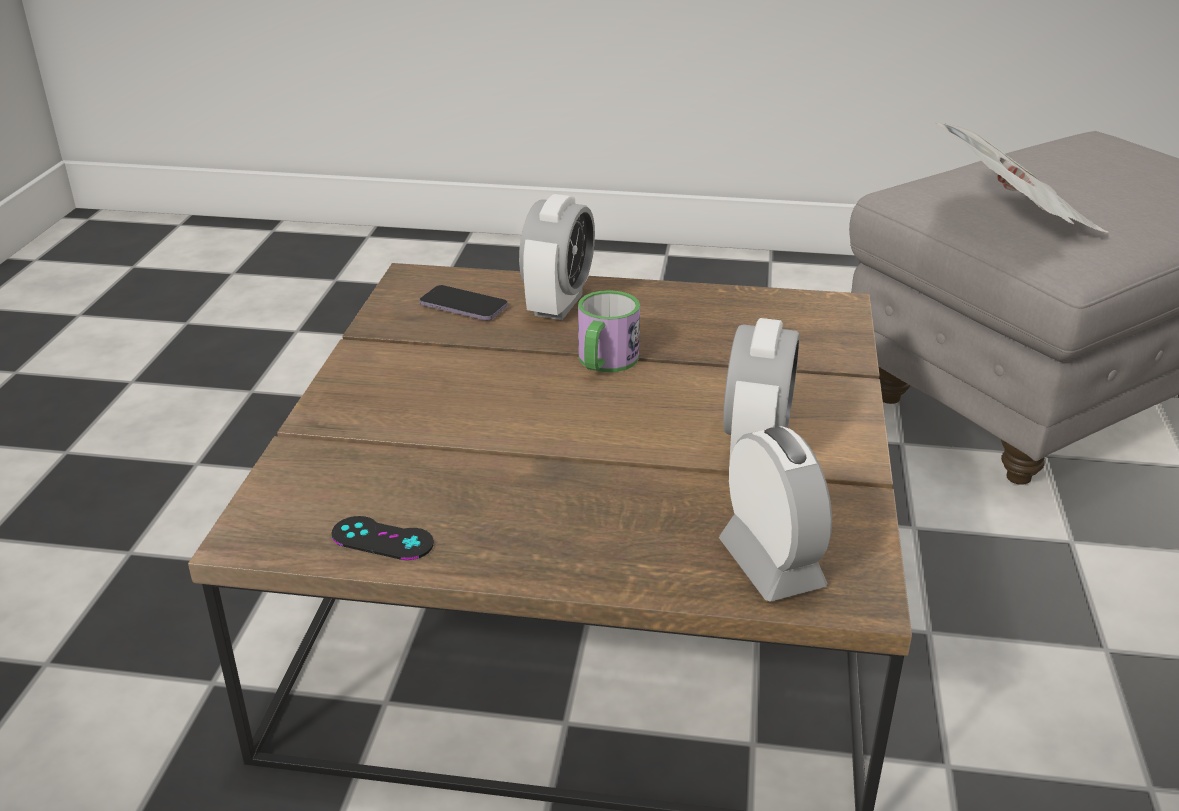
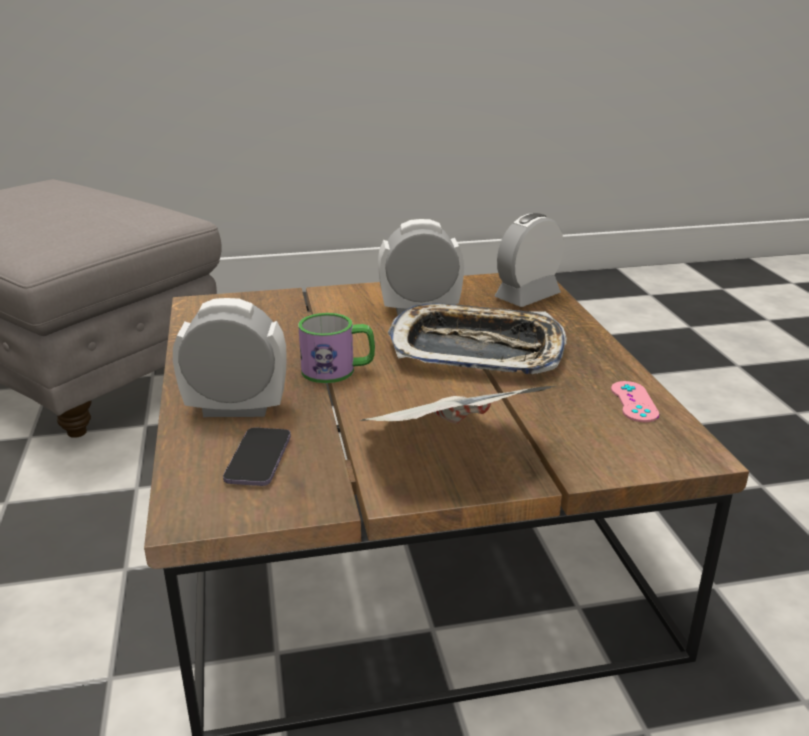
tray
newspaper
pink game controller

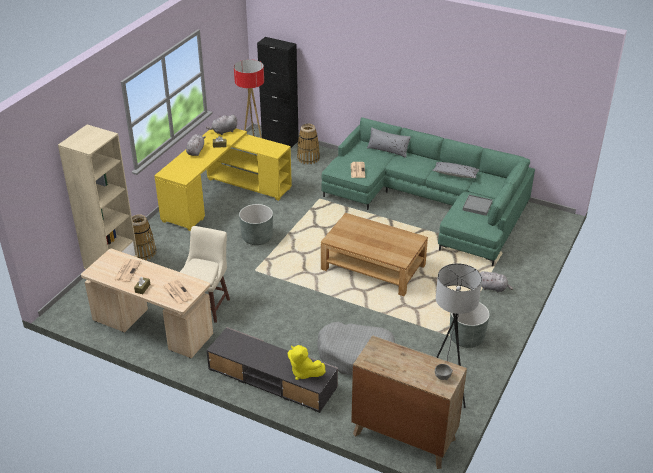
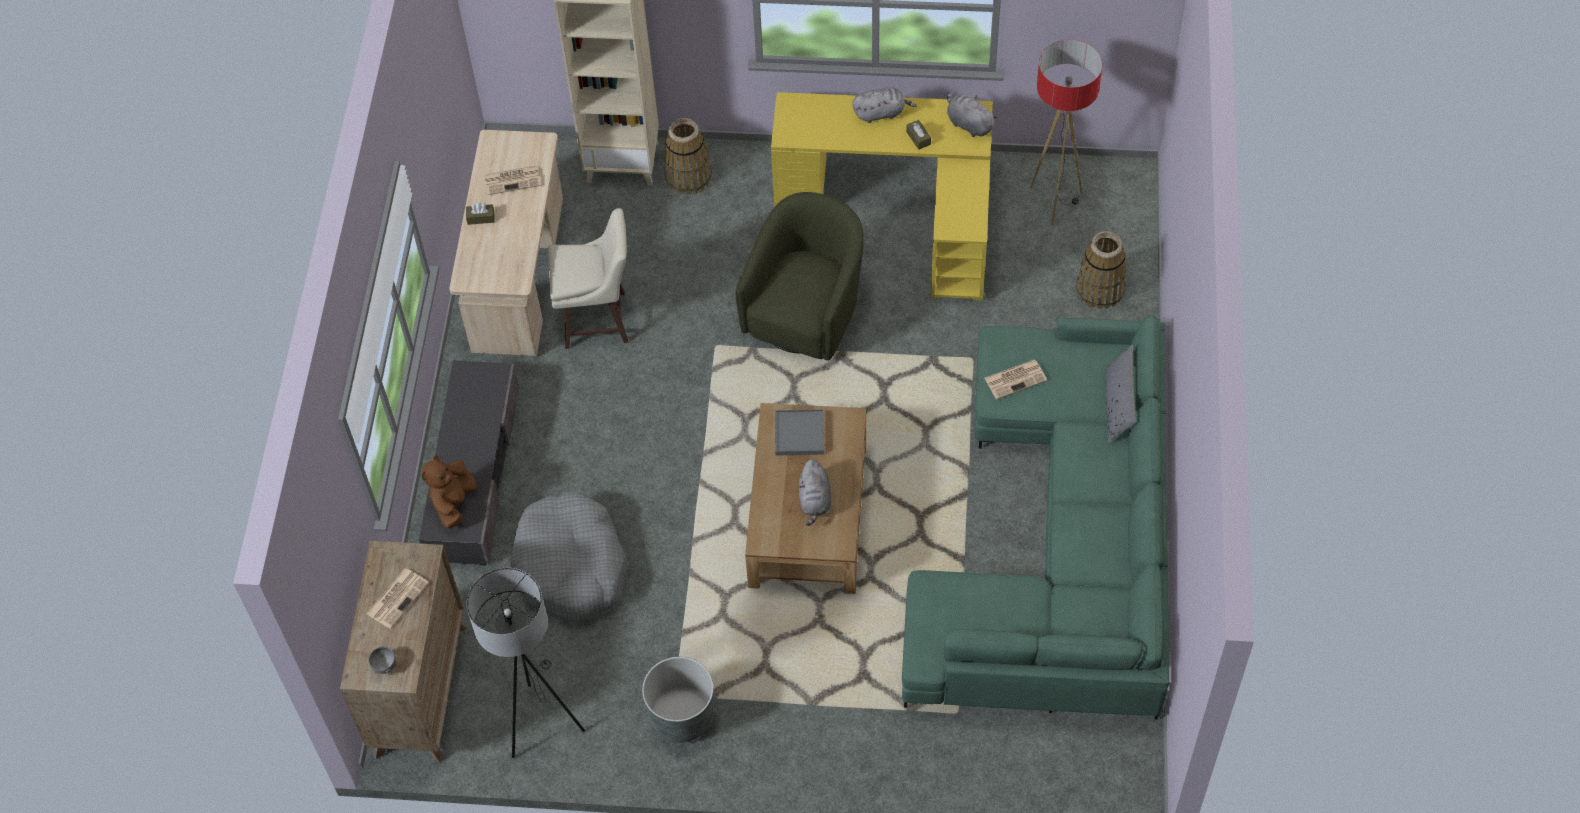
black cabinet
grey pillow (no. 2 from left in the first image)
newspaper (no. 1 from left)
grey tray
grey plush toy (no. 1 from left)
green armchair
brown plush toy

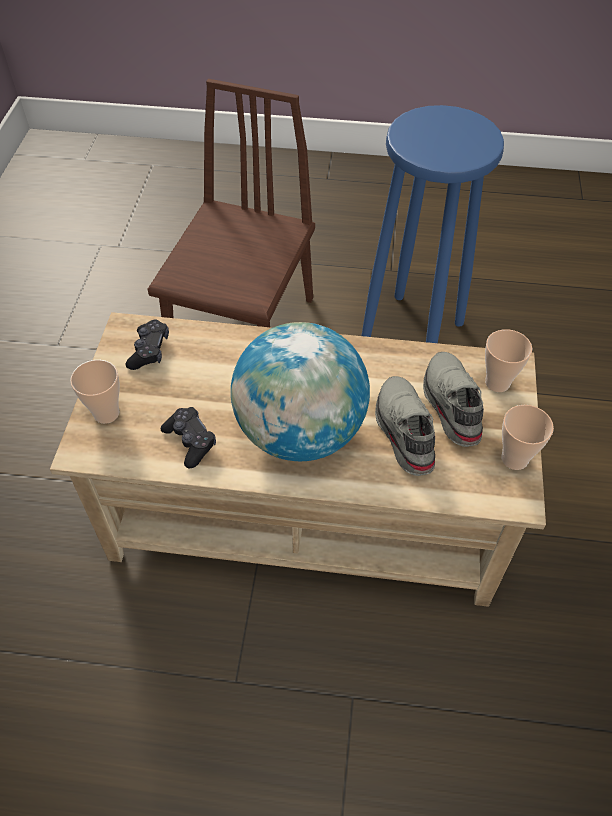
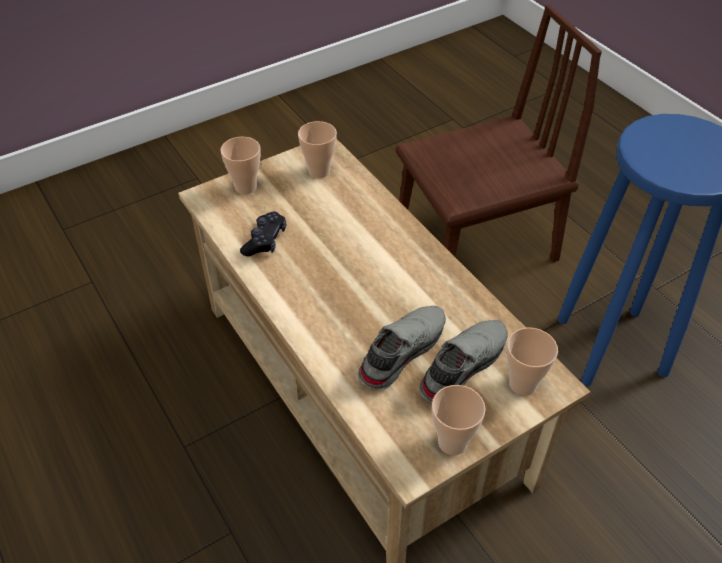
globe
cup (no. 2 from left)

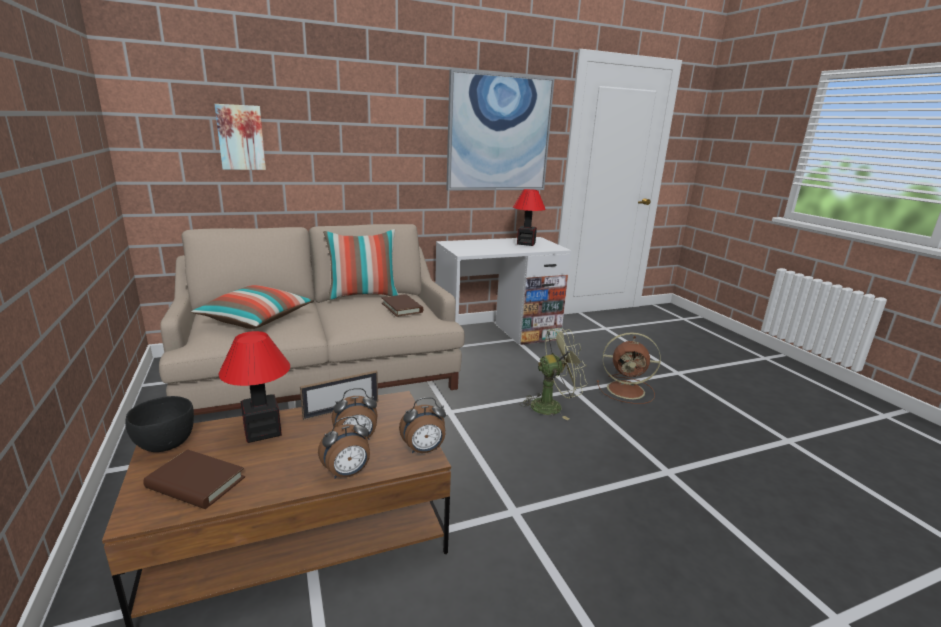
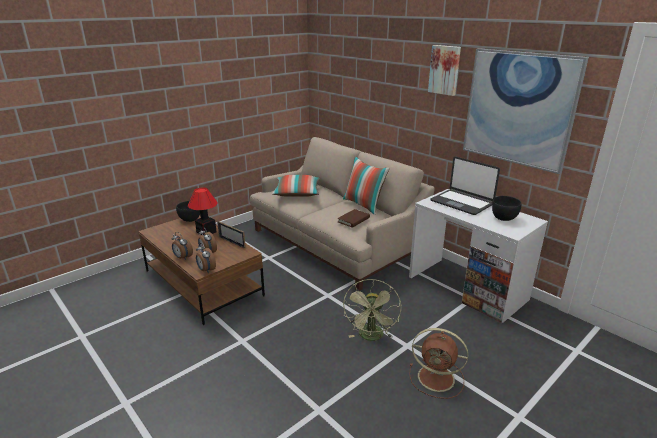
brown book (no. 1 from left in the first image)
laptop
picture (no. 1 from left)
black bowl (no. 2 from left)
green fan
brown fan

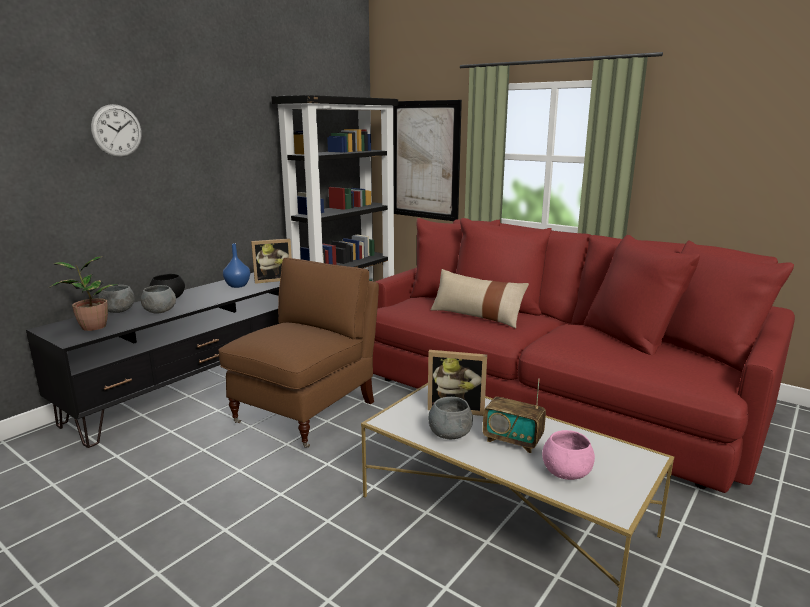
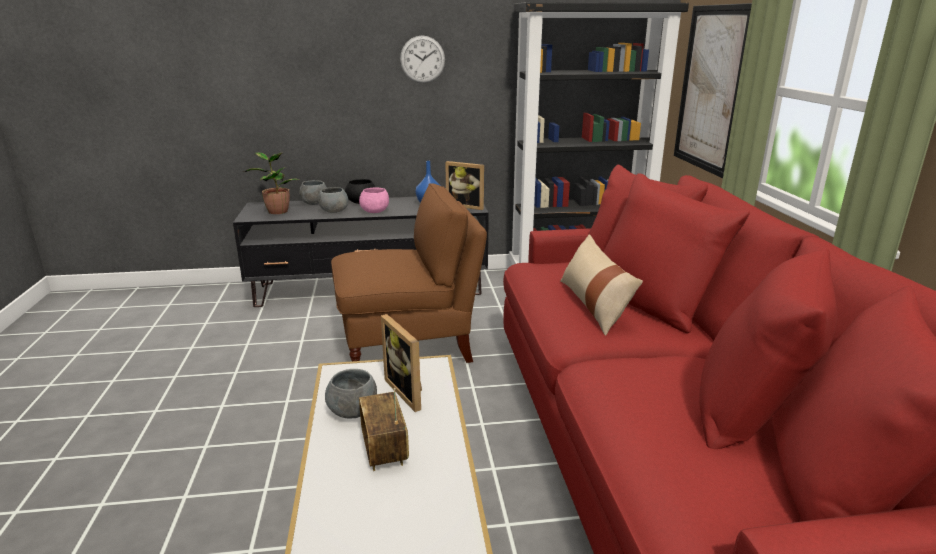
wall clock
pink bowl

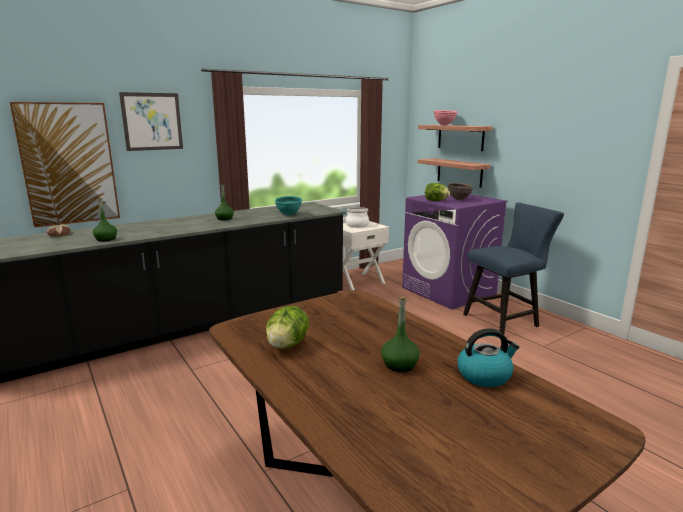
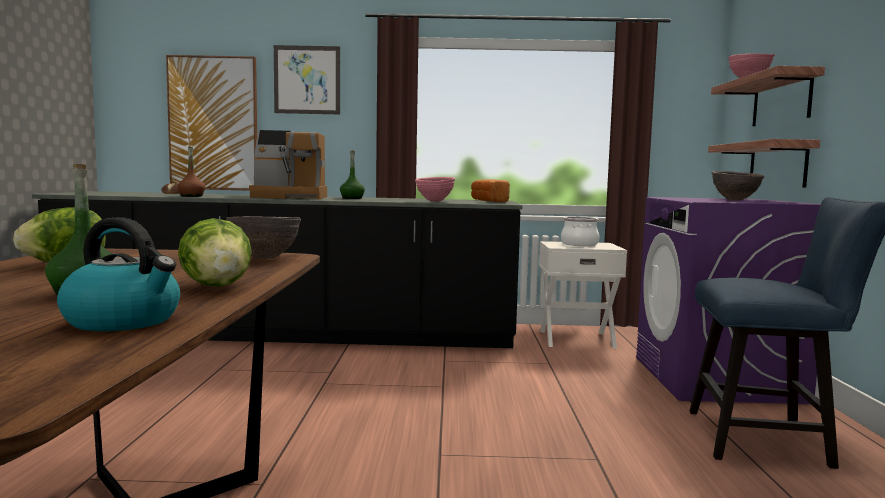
brown bowl (no. 1 from left)
coffee machine
bread (no. 2 from left)
lettuce (no. 2 from left)
brown bottle
pink bowl (no. 1 from left)

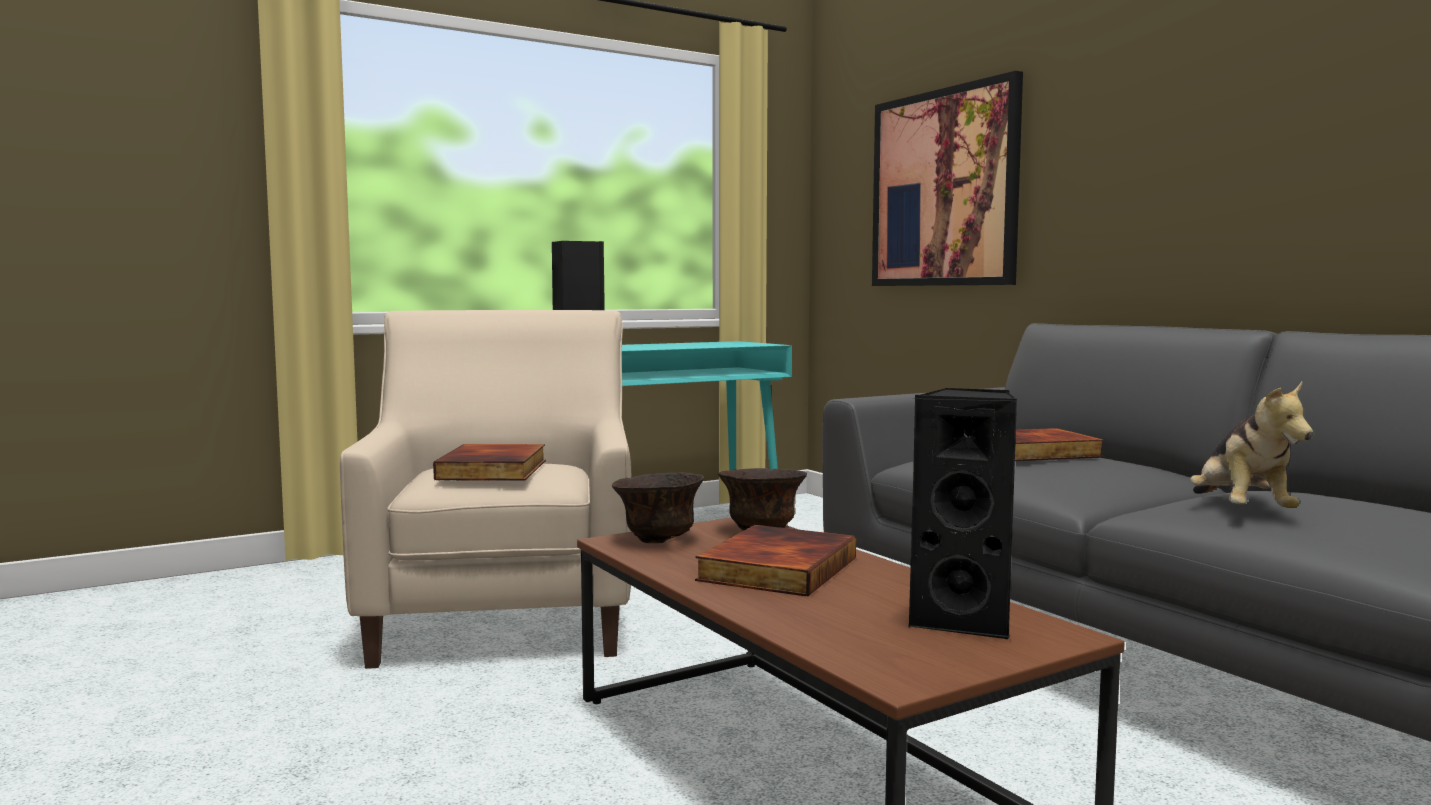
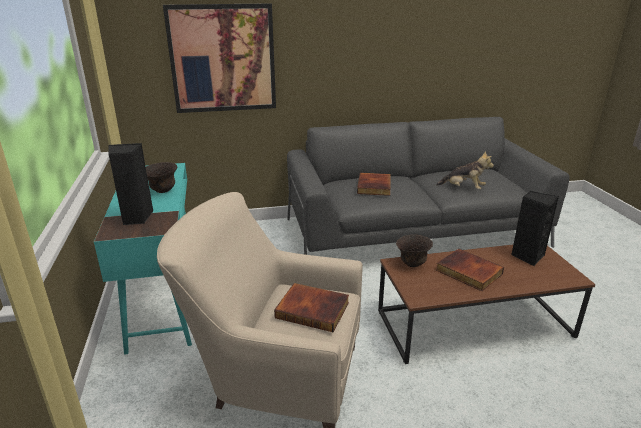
brown bowl (no. 1 from left)

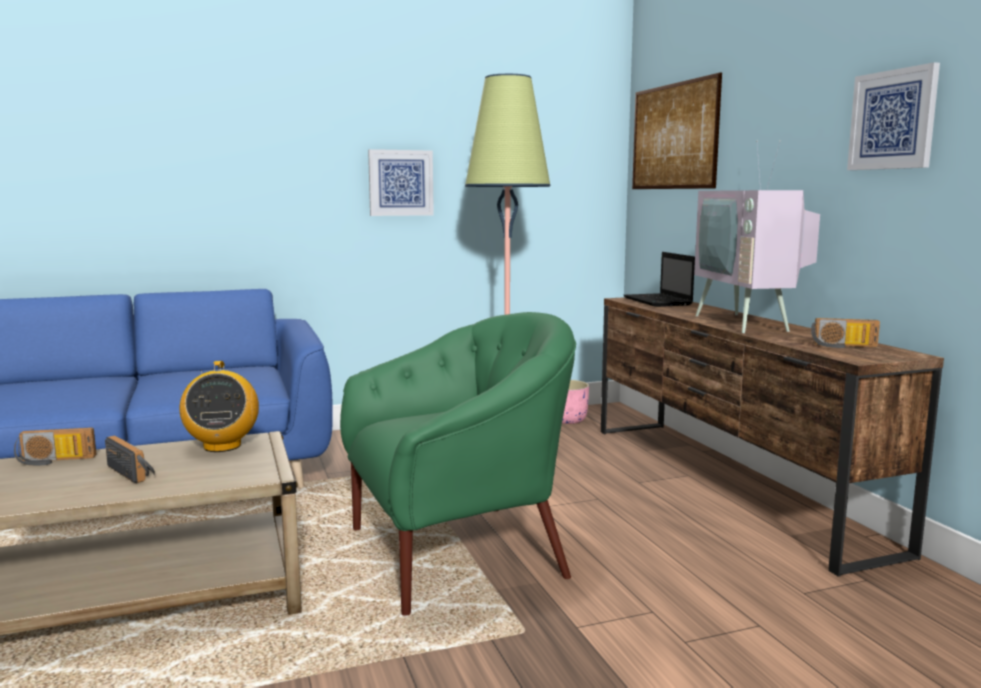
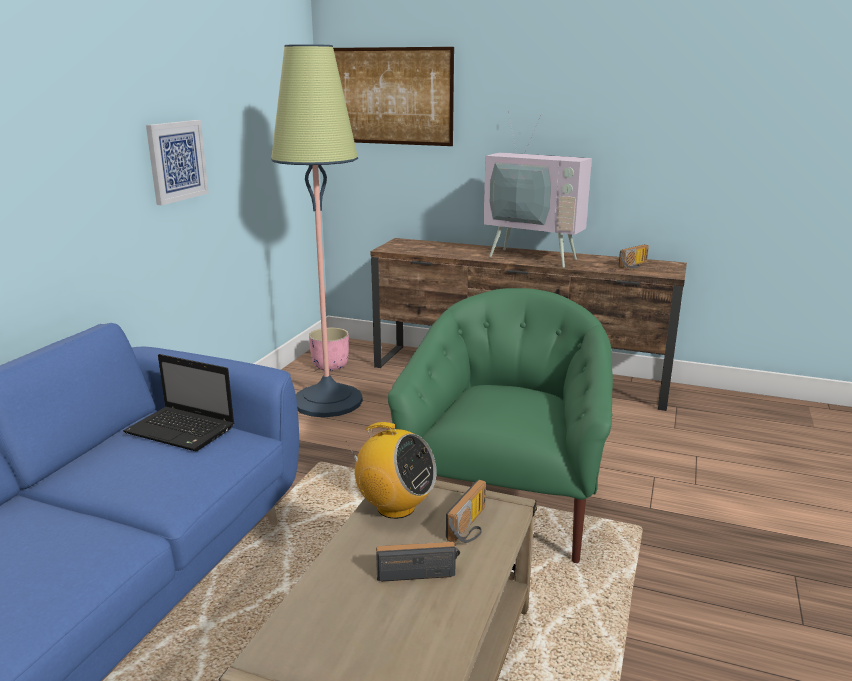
picture (no. 3 from left in the first image)
radio (no. 3 from left)
laptop

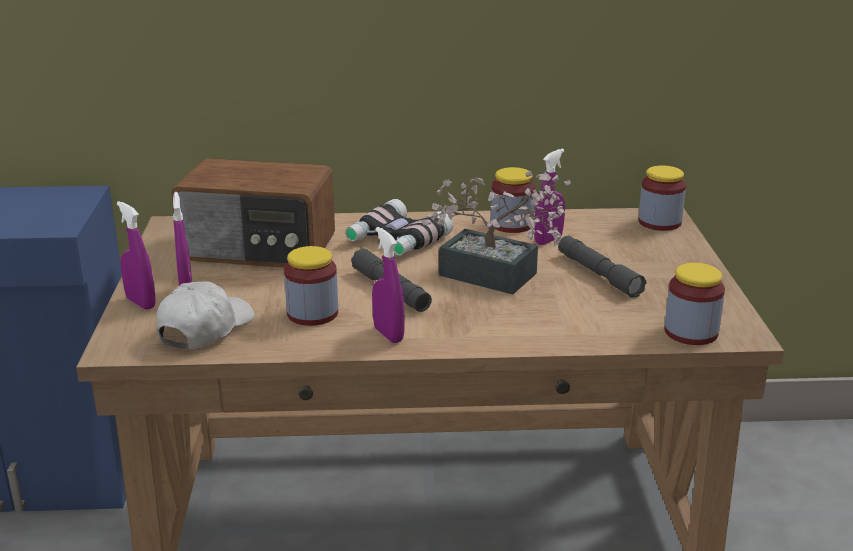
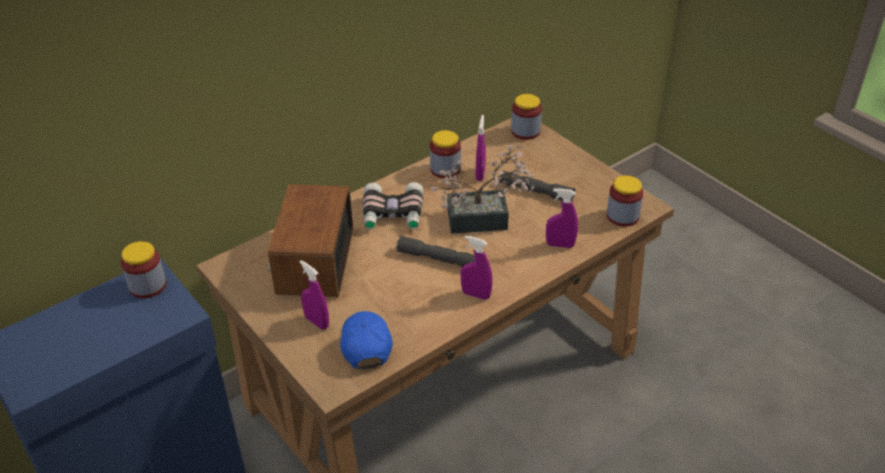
purple spray bottle (no. 4 from left)
jar (no. 1 from left)
blue cap
radio

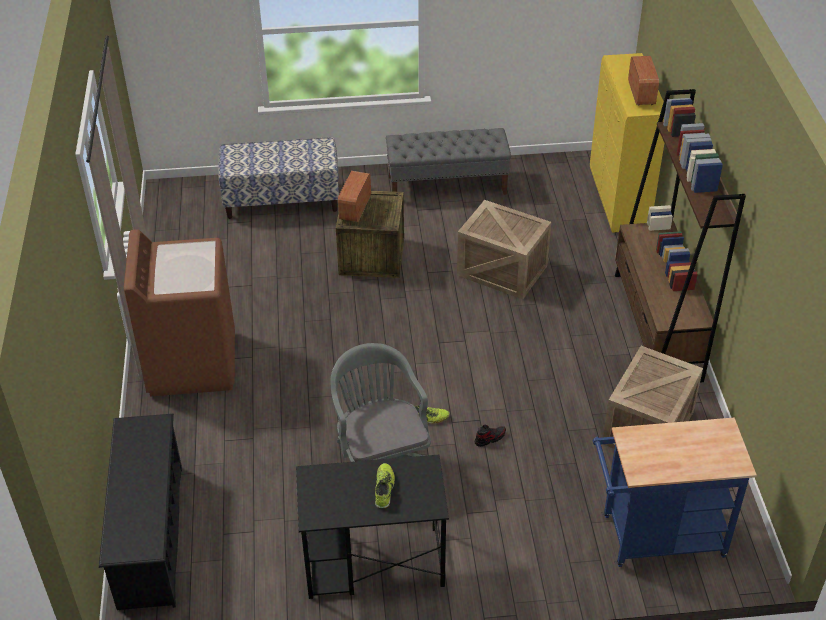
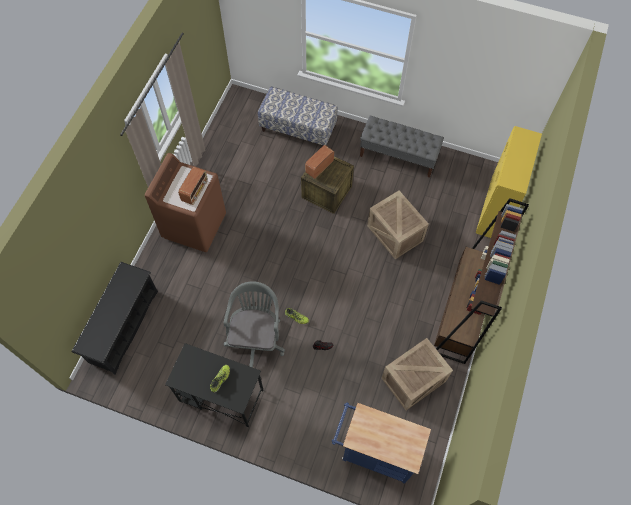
radio (no. 1 from left)

